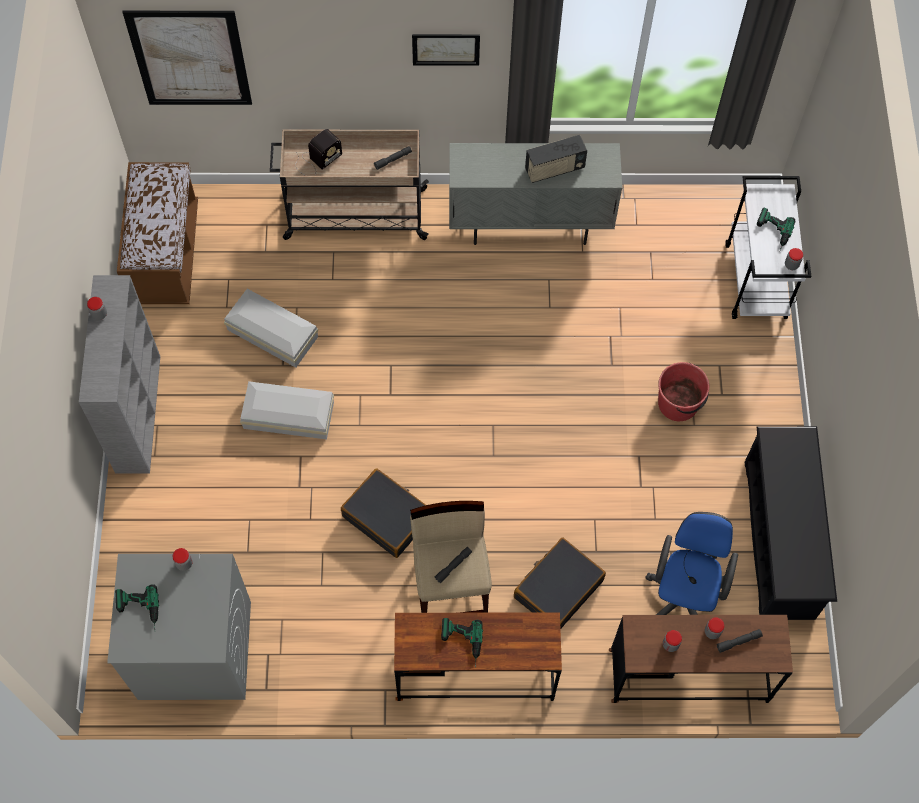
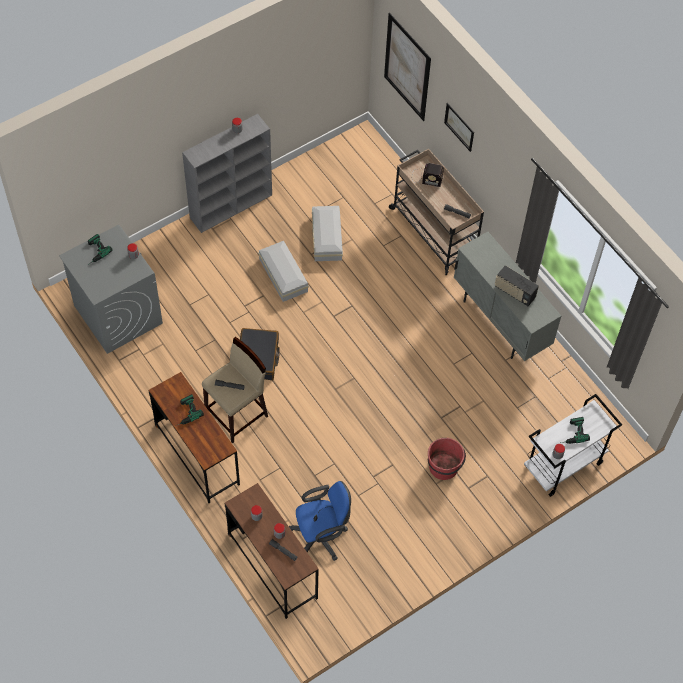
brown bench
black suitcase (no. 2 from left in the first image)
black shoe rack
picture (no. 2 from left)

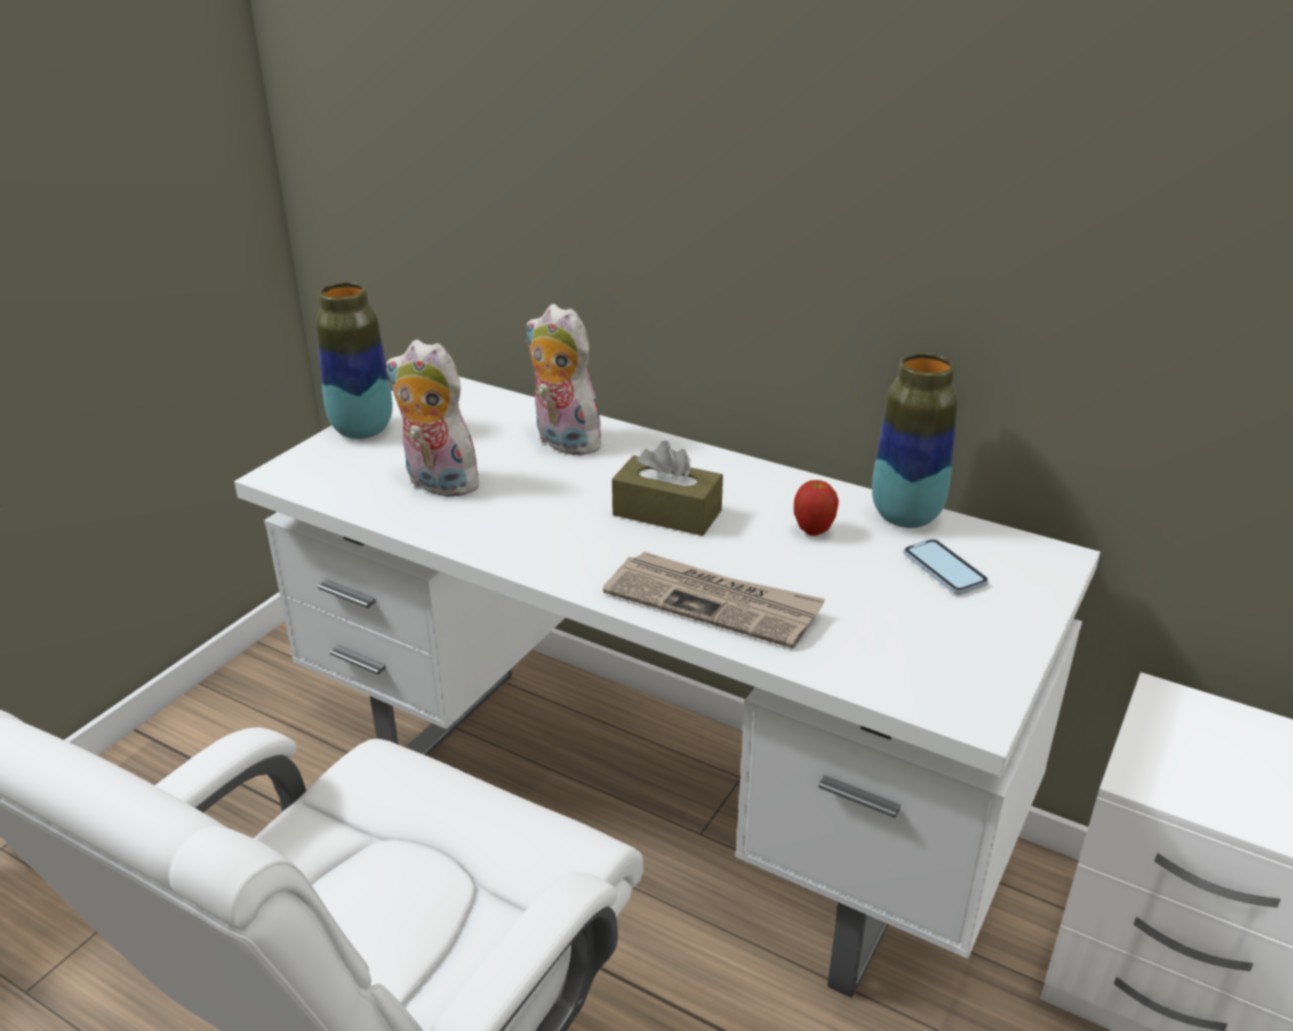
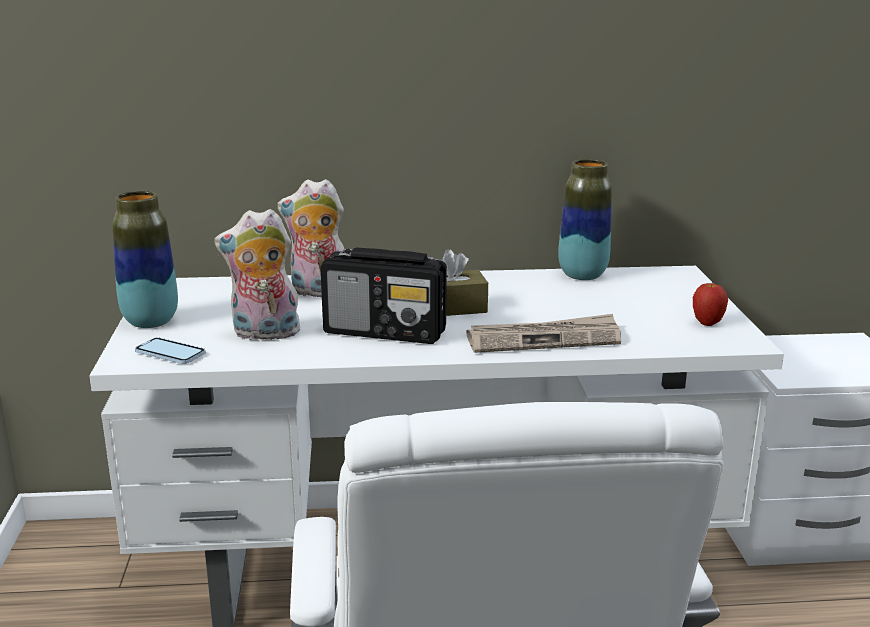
radio
apple
phone

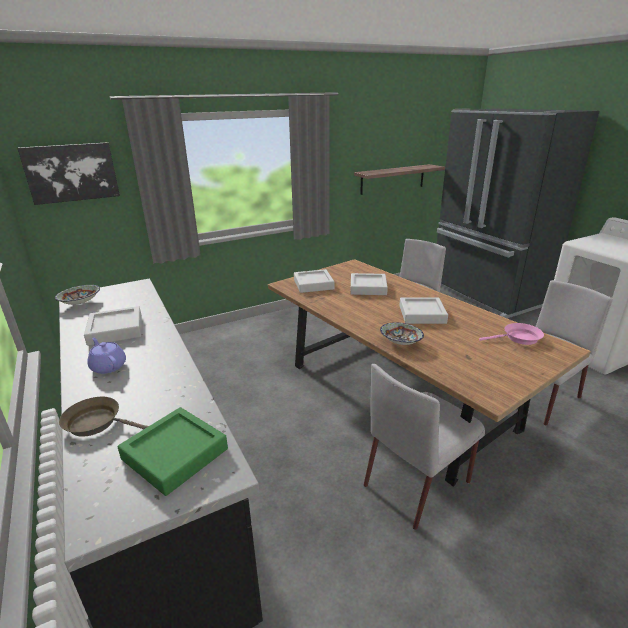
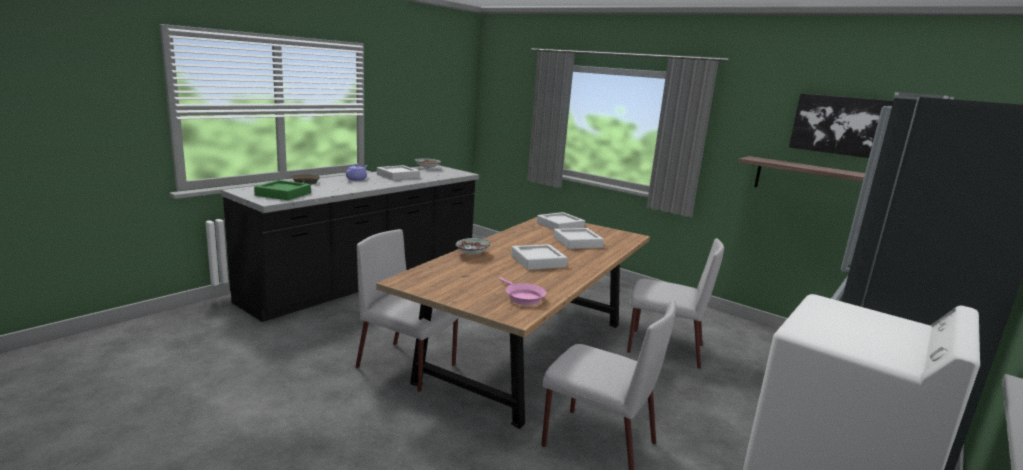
picture

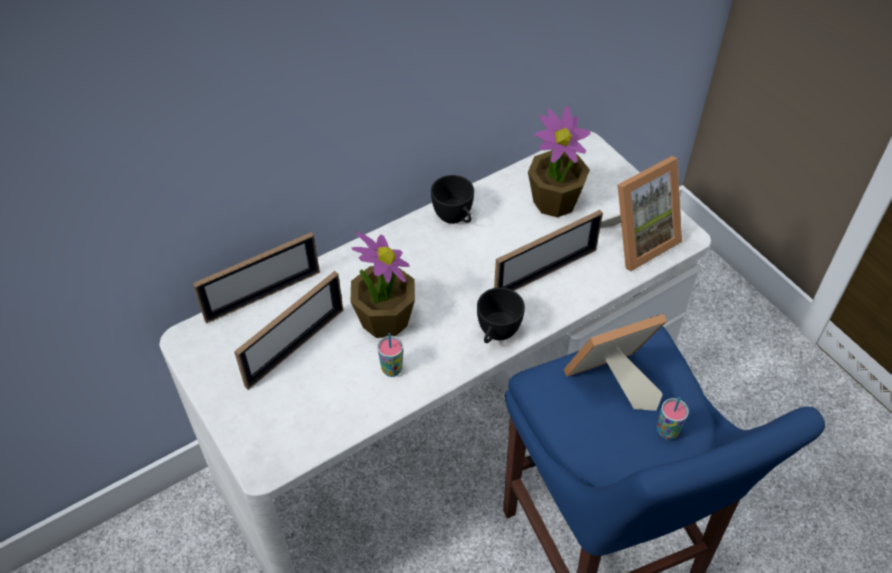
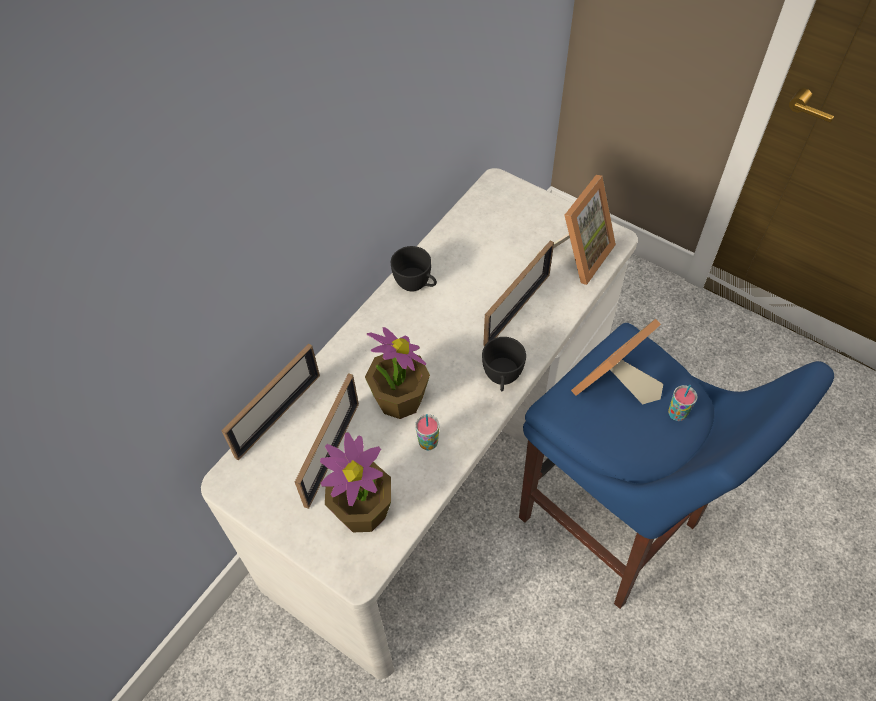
potted plant (no. 1 from left)

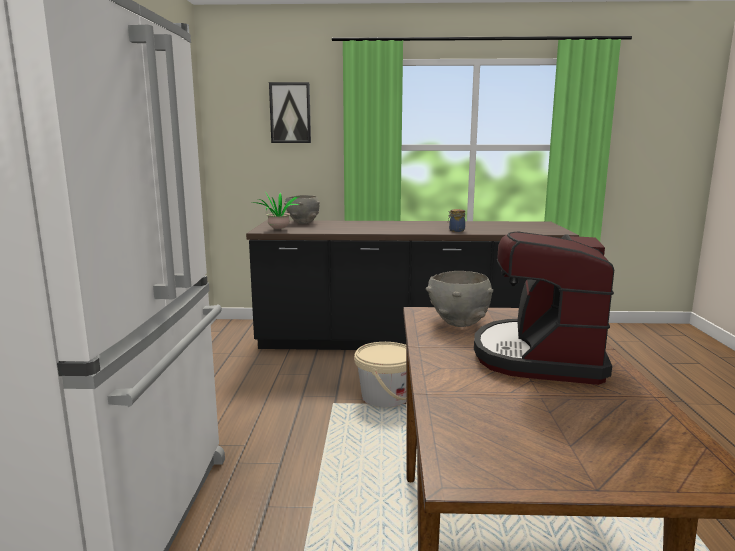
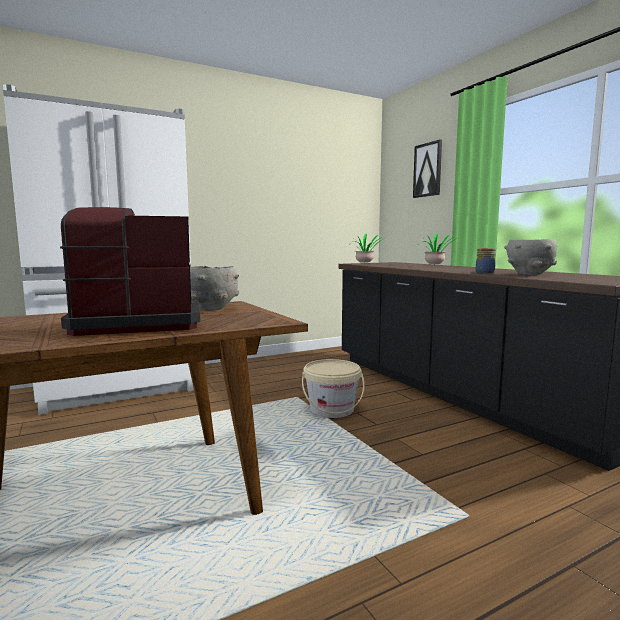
potted plant (no. 2 from left)
grey bowl (no. 2 from left)

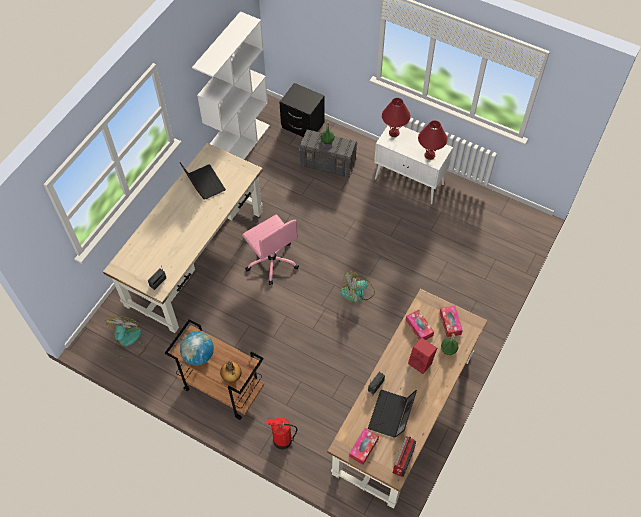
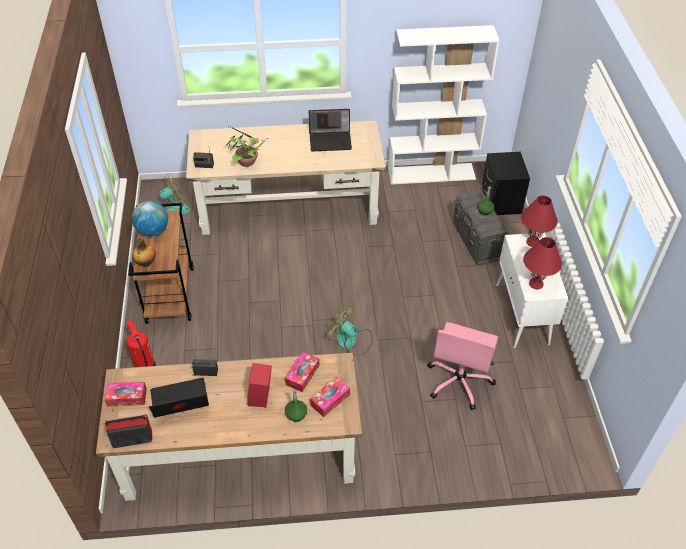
potted plant
pink office chair
laptop (no. 2 from left)

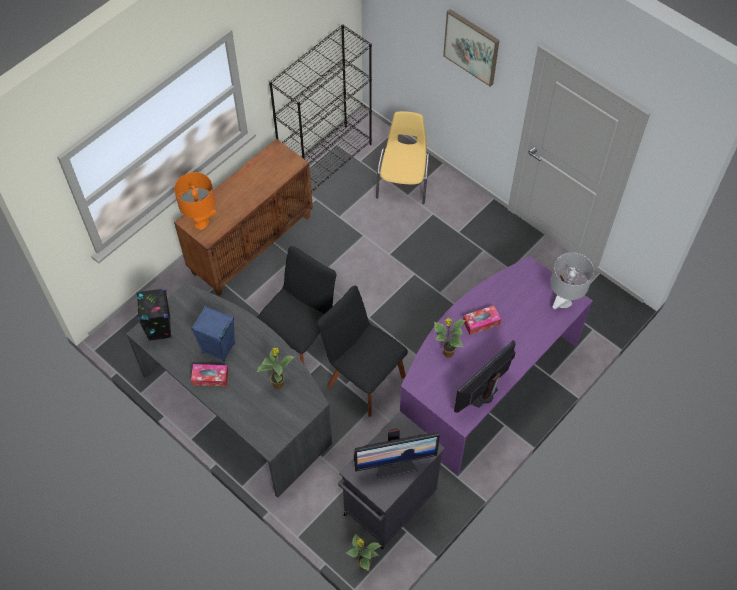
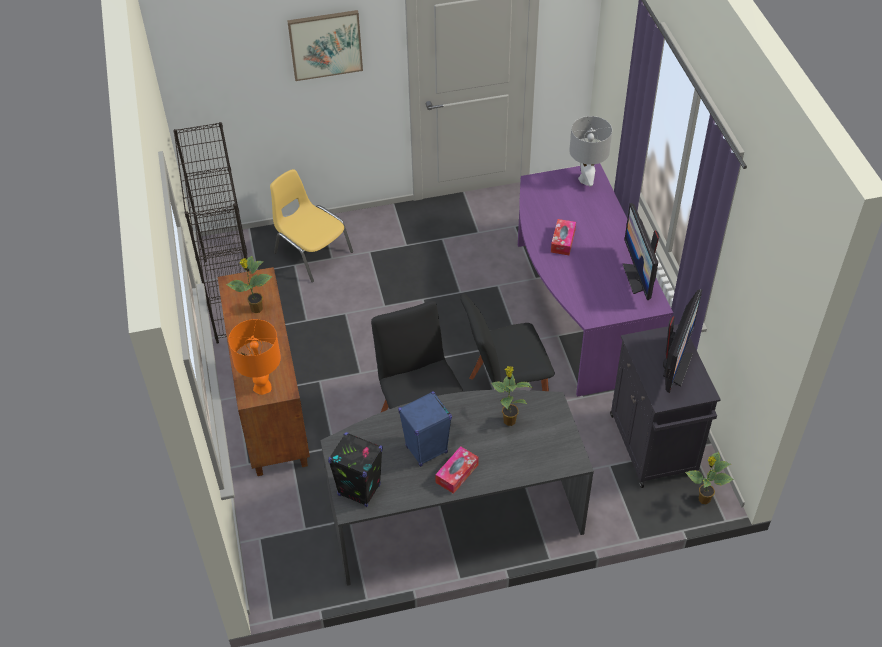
potted plant (no. 1 from left)

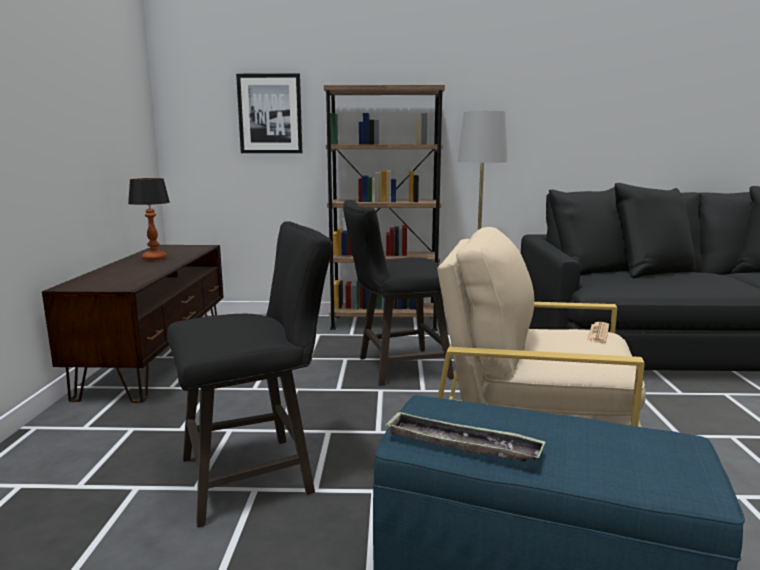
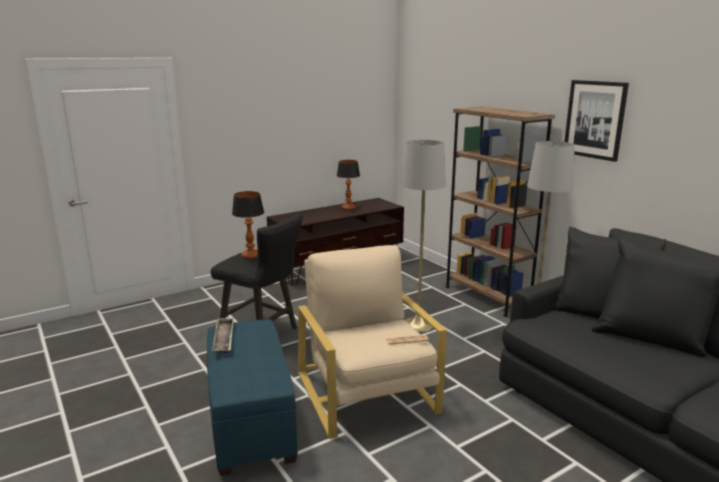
table lamp (no. 1 from left)
picture
grey floor lamp (no. 1 from left)

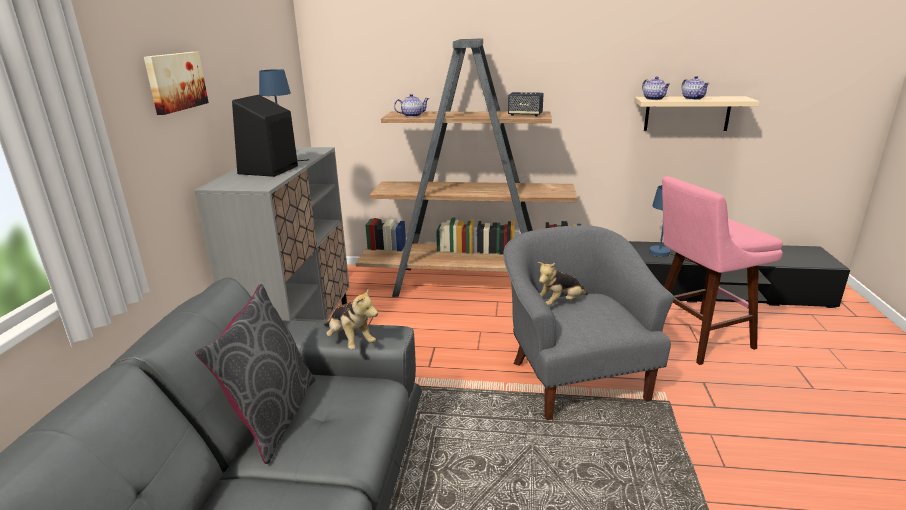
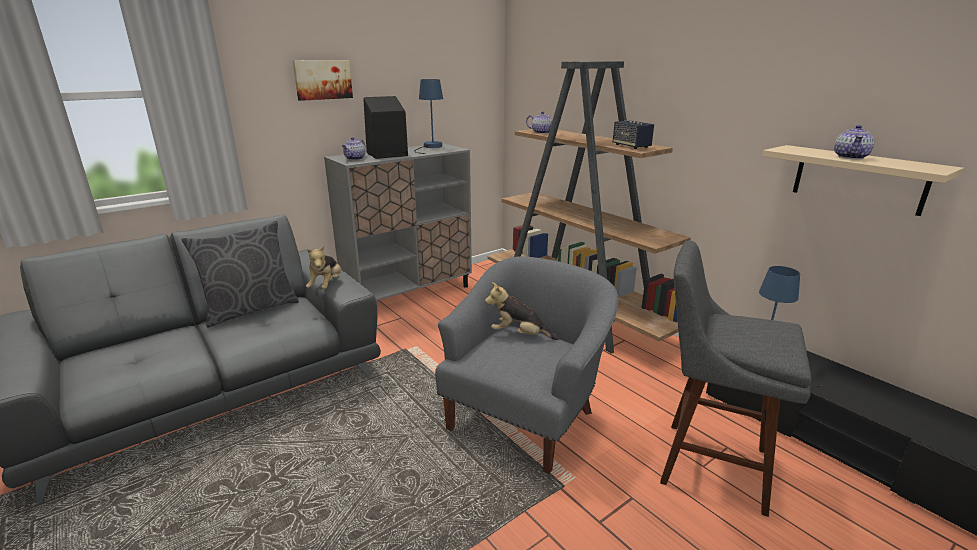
teapot (no. 1 from left)
grey stool

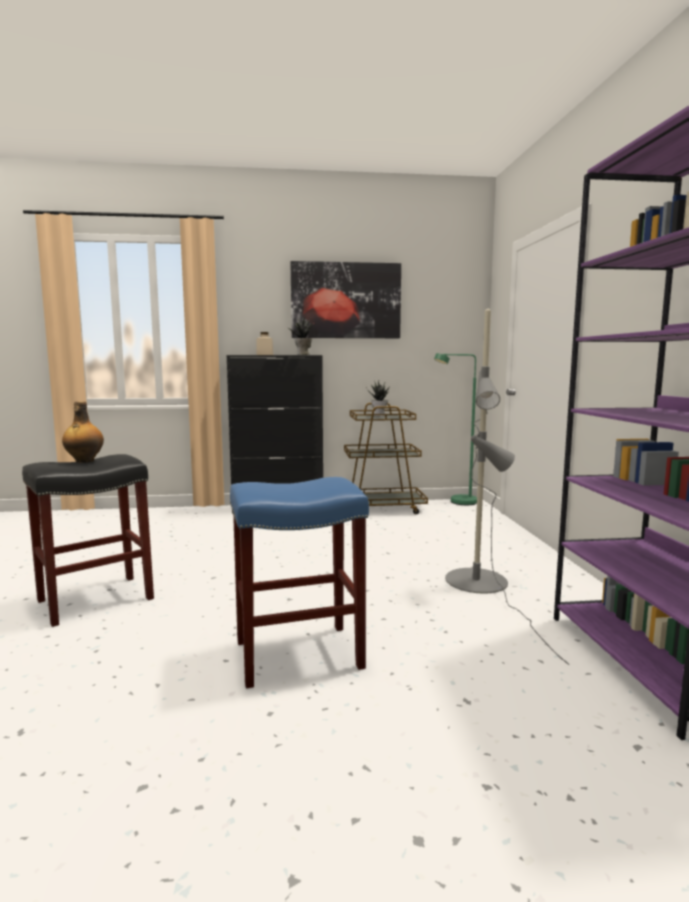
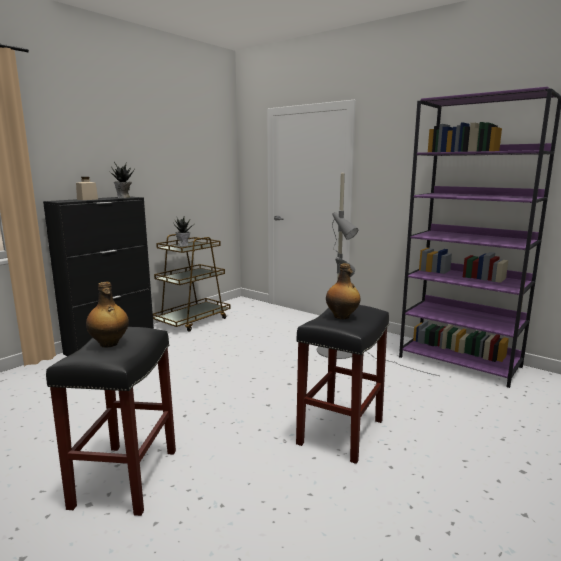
picture
green floor lamp
bottle (no. 2 from left)
black stool (no. 2 from left)

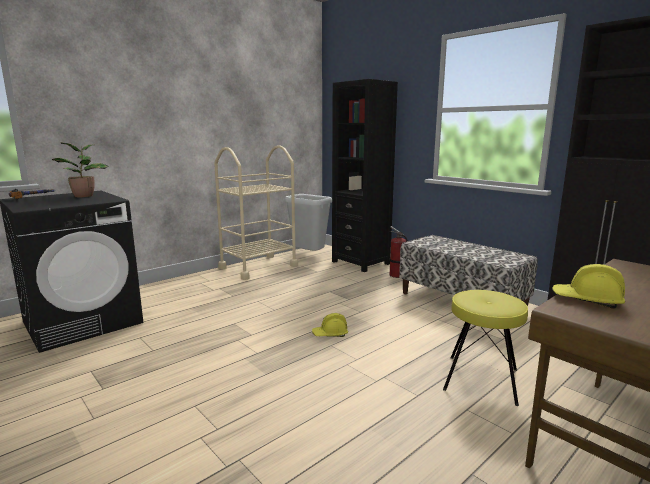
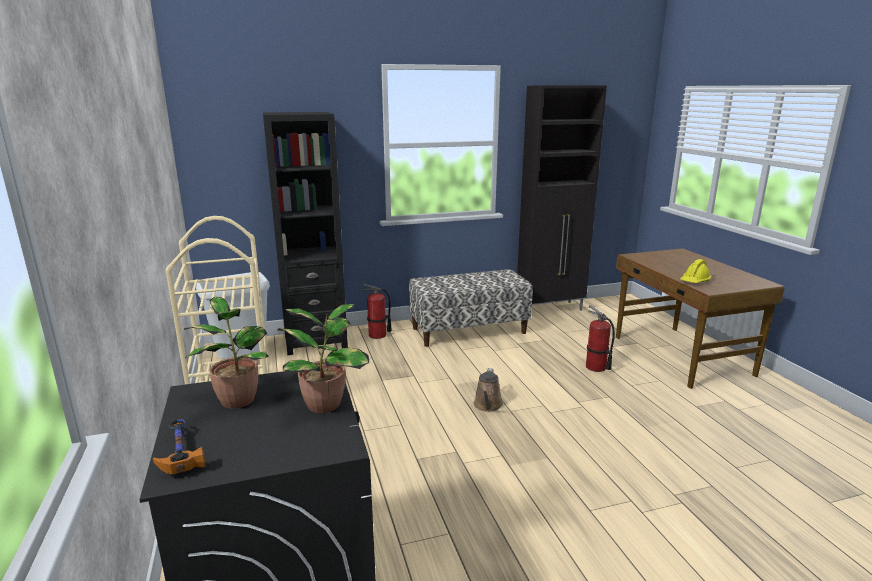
potted plant (no. 2 from left)
brown watering can
fire extinguisher (no. 2 from left)

